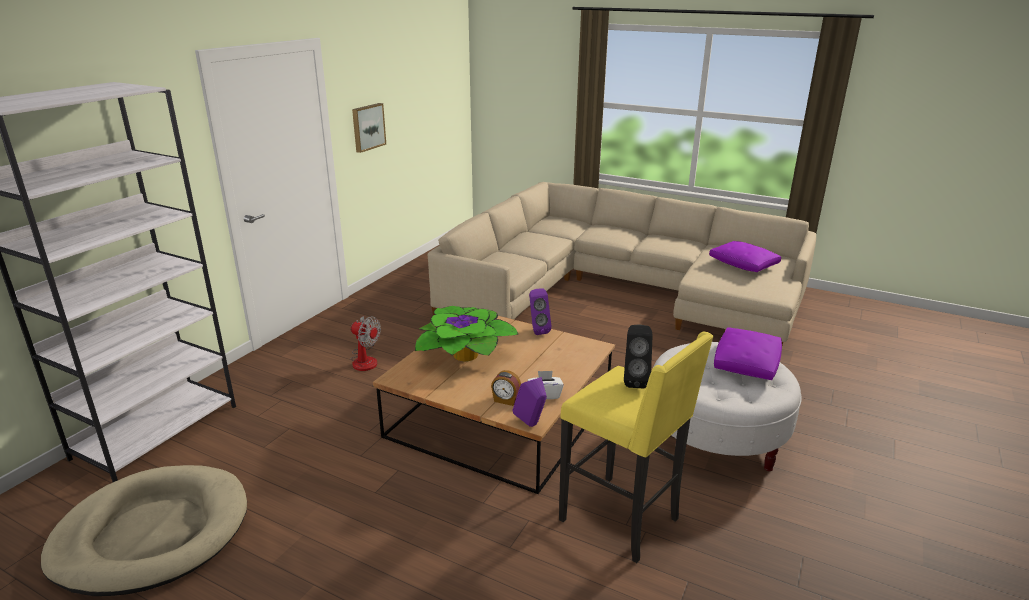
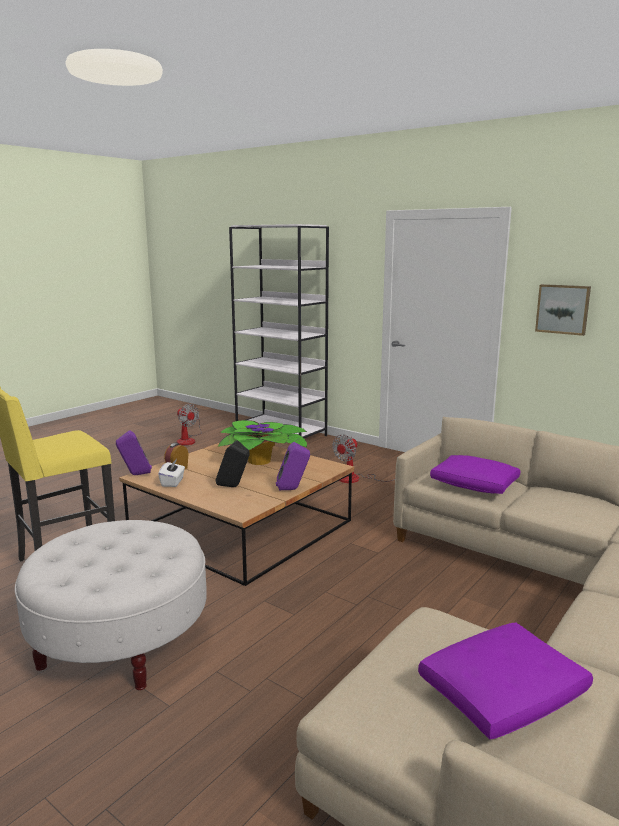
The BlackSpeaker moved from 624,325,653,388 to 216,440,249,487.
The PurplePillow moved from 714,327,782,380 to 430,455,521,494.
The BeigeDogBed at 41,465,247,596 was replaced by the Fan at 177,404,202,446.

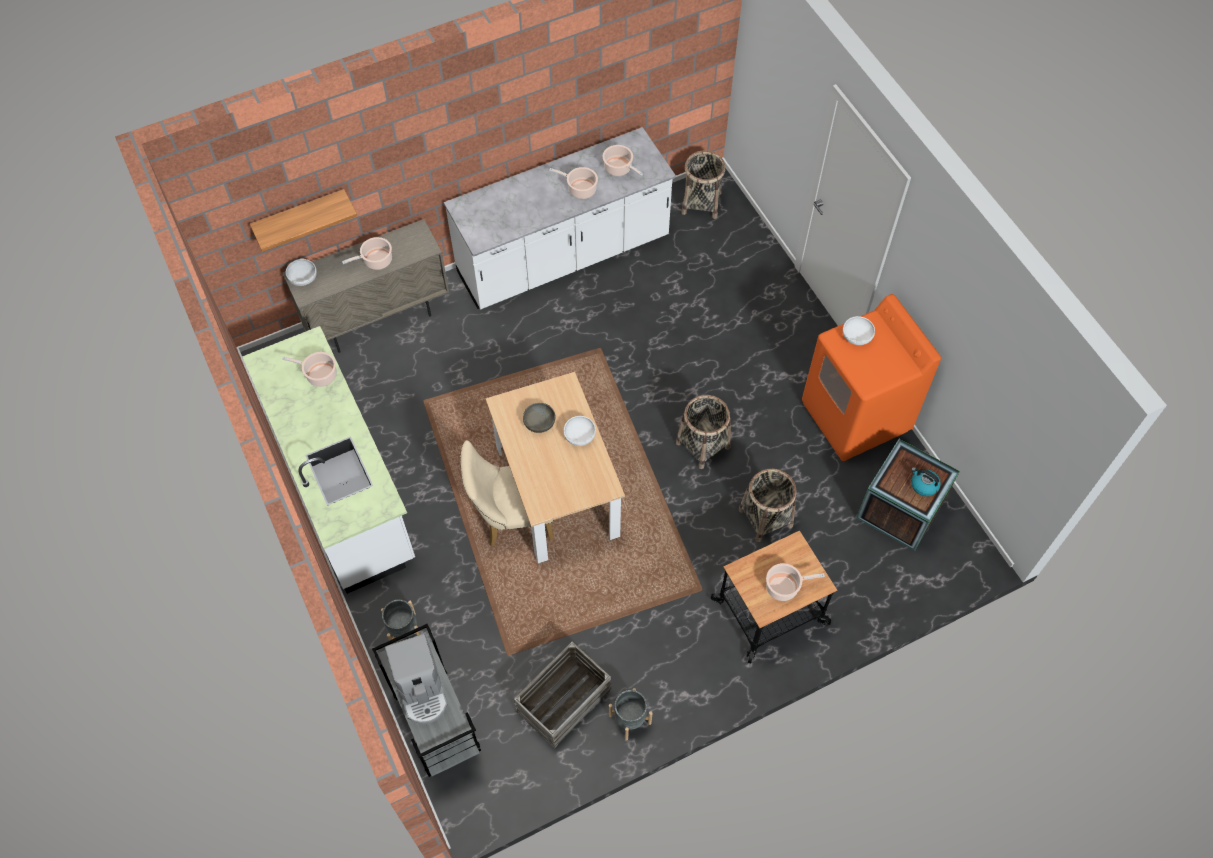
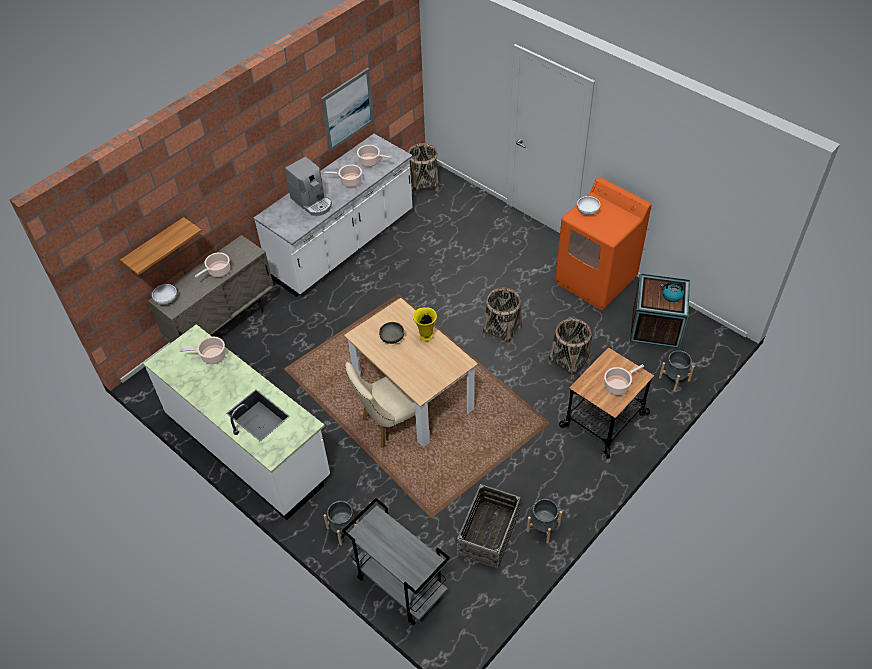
The WhiteBowl at 564,416,596,446 was replaced by the YellowVase at 413,307,437,341.
The CoffeeMachine moved from 385,634,448,724 to 285,157,332,216.
The Picture at 321,68,374,152 appeared.
The GreyPlanter at 659,350,695,392 appeared.

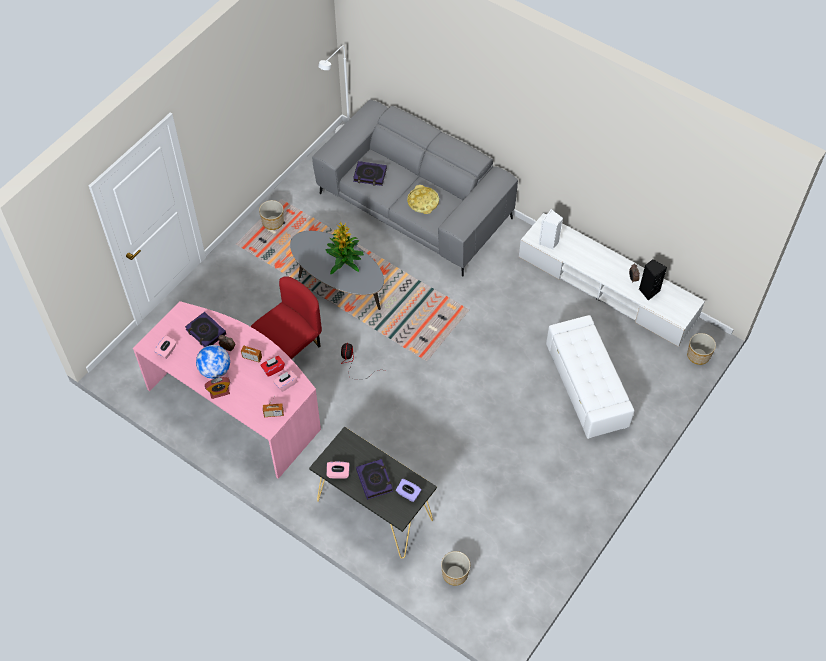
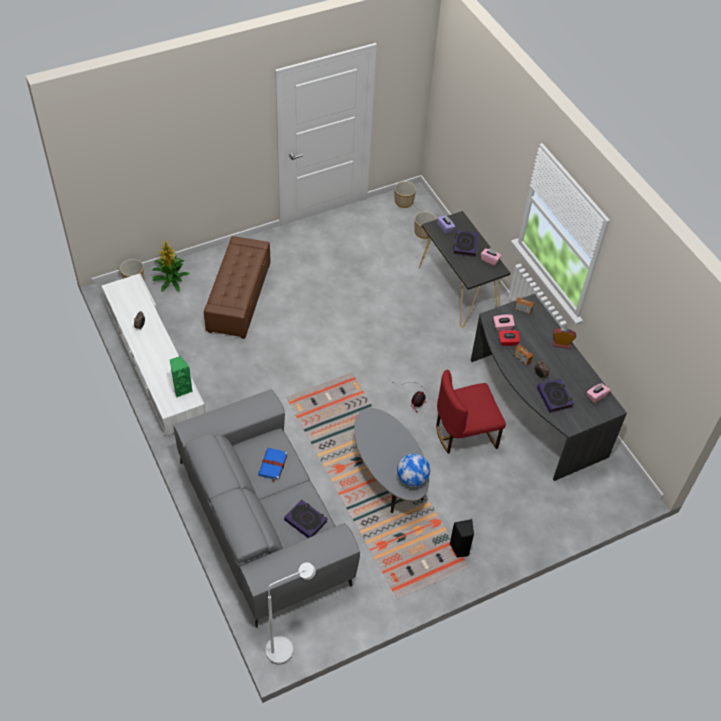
The YellowTray at 407,185,439,214 was replaced by the BlueBook at 258,448,288,482.
The Planter moved from 259,200,284,230 to 395,181,416,208.
The WhiteSpeaker at 539,209,563,250 became the GreenSpeaker at 170,356,193,398.
The PottedPlant moved from 325,221,364,275 to 152,240,190,292.
The BlackSpeaker moved from 639,259,667,301 to 450,519,474,558.
The PinkDesk at 133,301,321,479 became the GreyDesk at 471,294,627,481.
The WhiteOttoman at 546,315,634,439 became the BrownOttoman at 204,236,271,339.
The Globe moved from 196,345,230,379 to 397,453,430,487.

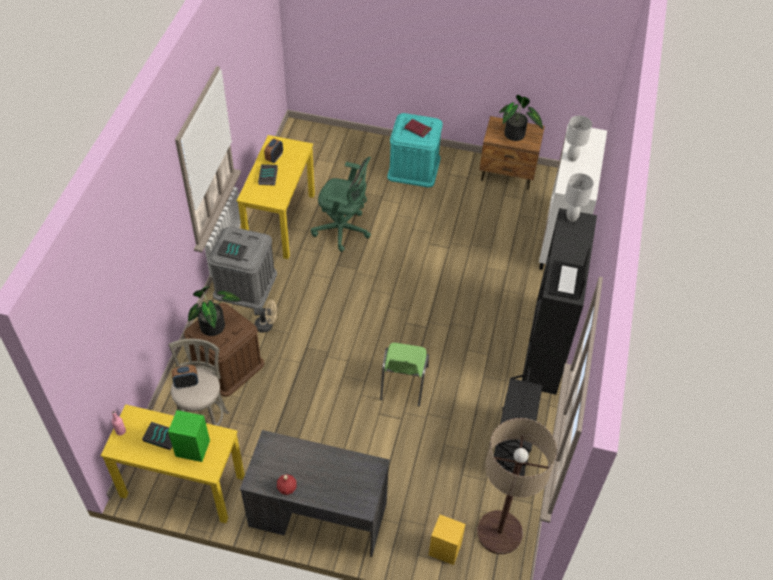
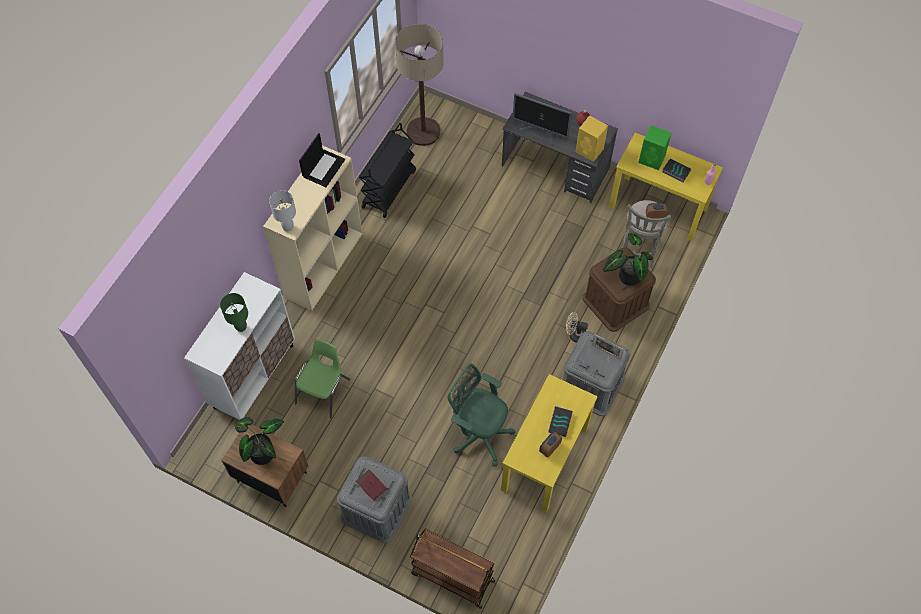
The TurquoiseStorageBox at 387,113,443,187 became the GreyStorageBox at 337,456,412,543.
The WhiteTableLamp at 566,116,592,161 became the GreenTableLamp at 220,293,248,332.
The BlackBookcase at 522,208,597,395 became the BeigeBookcase at 263,145,362,311.
The Book at 217,240,248,262 was replaced by the PictureFrame at 592,334,624,360.
The GreenChair moved from 380,343,429,406 to 295,339,350,419.
The YellowSpeaker moved from 429,515,466,565 to 575,115,608,162.
The Monitor at 513,93,572,145 appeared.
The BrownCart at 410,528,495,609 appeared.

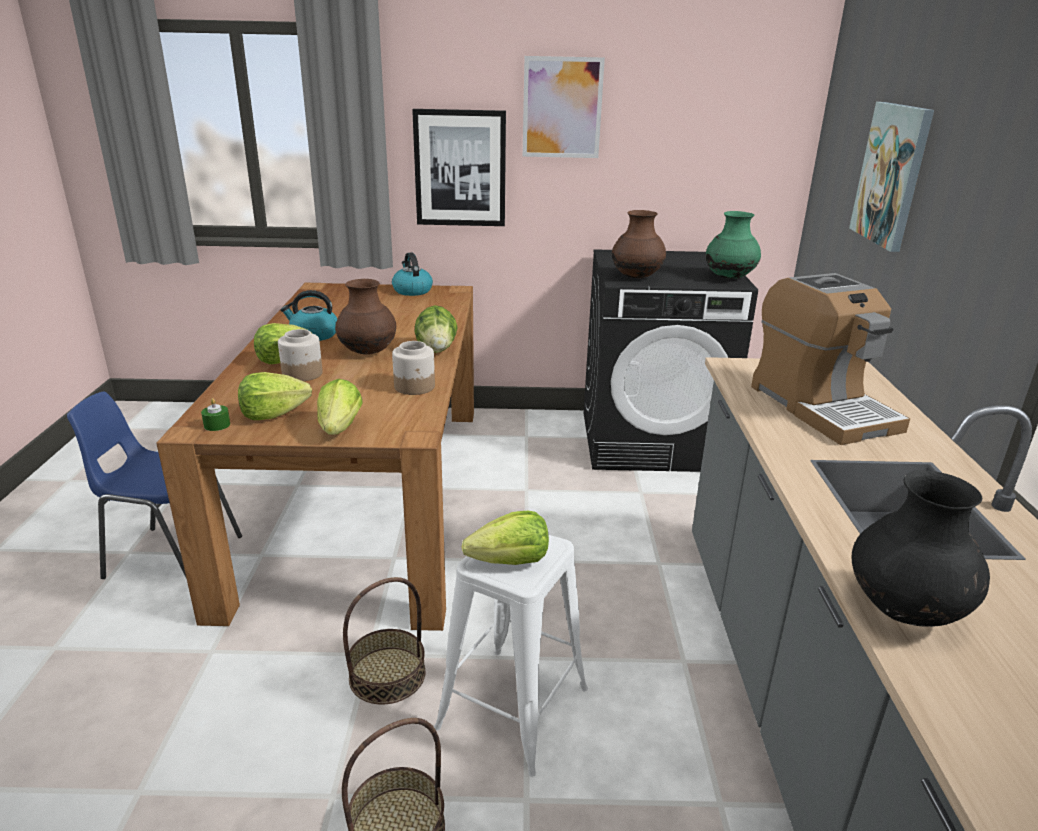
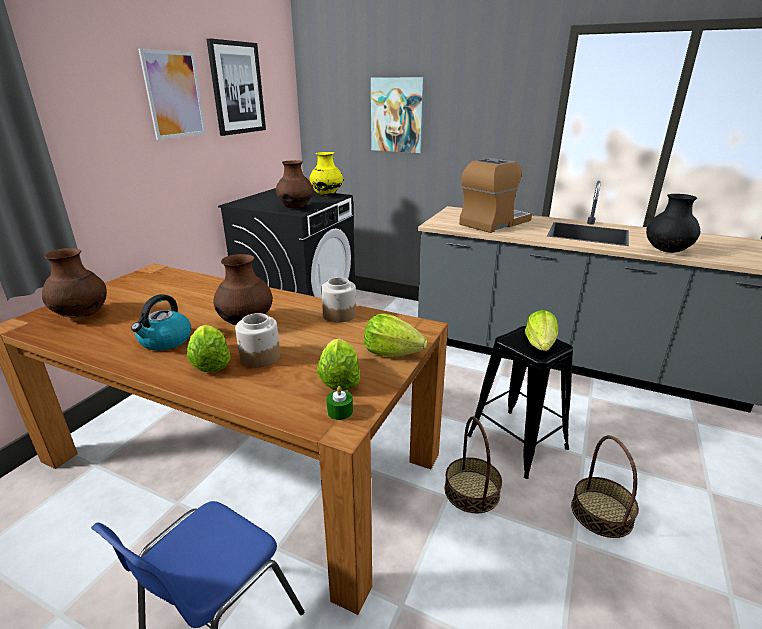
The Picture moved from 412,109,506,226 to 206,38,266,136.
The GreenVase at 706,211,761,279 became the YellowVase at 310,152,343,195.
The Kettle at 392,252,433,296 disappeared.
The CoffeeMachine at 751,273,910,445 turned 45 degrees counterclockwise.
The Lettuce at 414,305,458,353 disappeared.
The WhiteStool at 434,535,588,777 became the BlackStool at 468,326,573,479.
The BrownVase at 42,248,107,318 appeared.

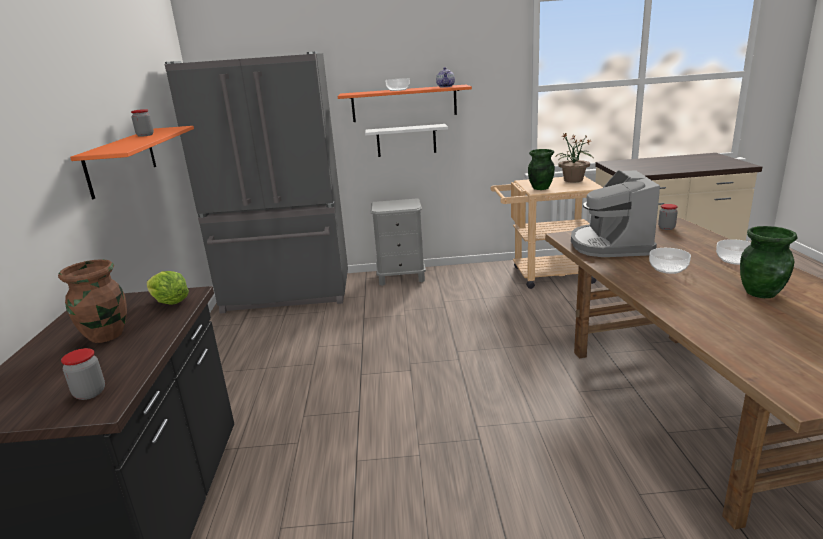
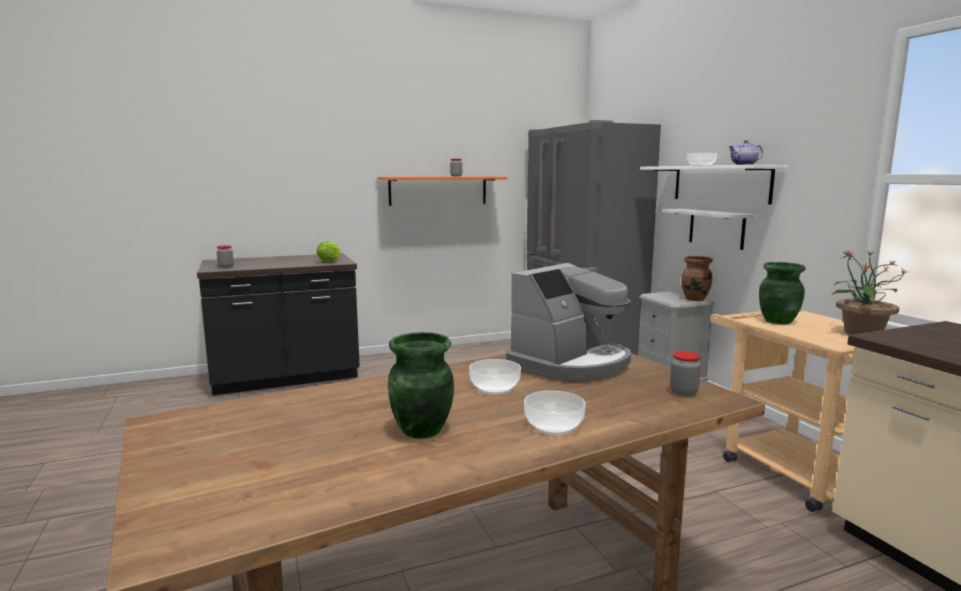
The OrangeShelf at 338,85,472,122 became the WhiteShelf at 640,165,788,204.
The CoffeeMachine at 571,170,660,257 turned 150 degrees clockwise.
The BrownVase moved from 58,259,127,343 to 681,256,713,301.

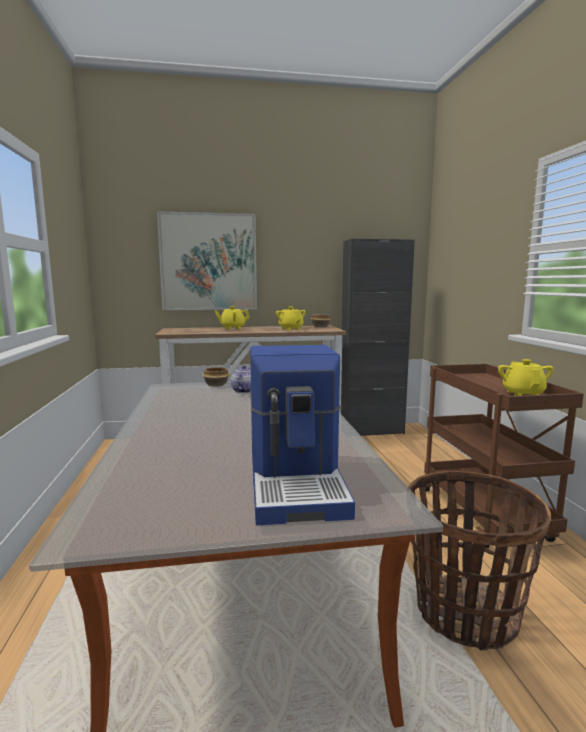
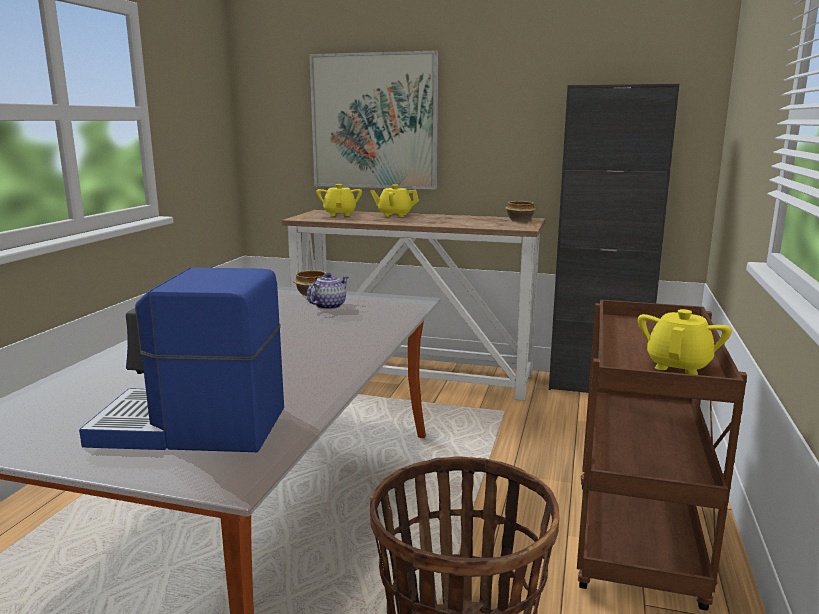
The YellowTeapot moved from 276,307,306,330 to 316,184,362,216.
The CoffeeMachine at 250,345,355,525 turned 75 degrees clockwise.

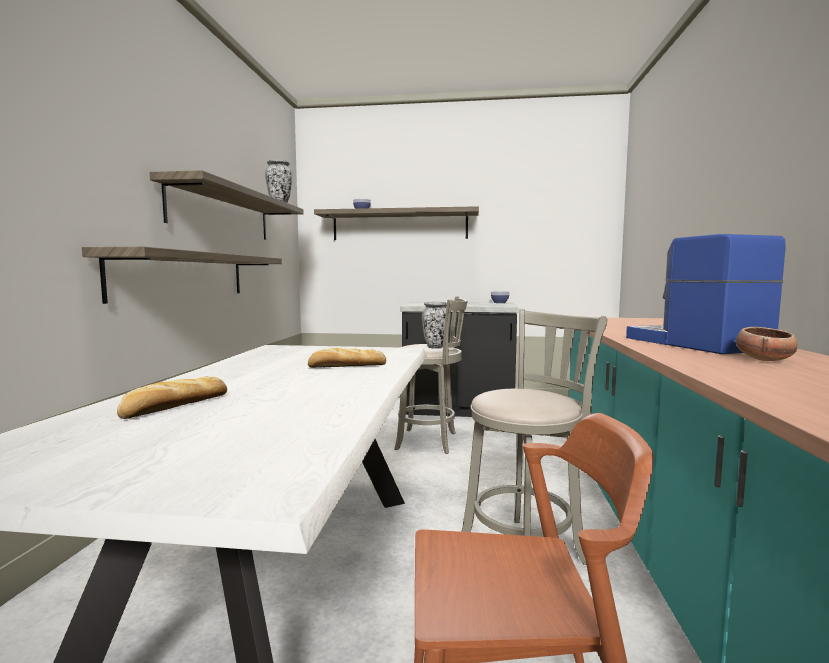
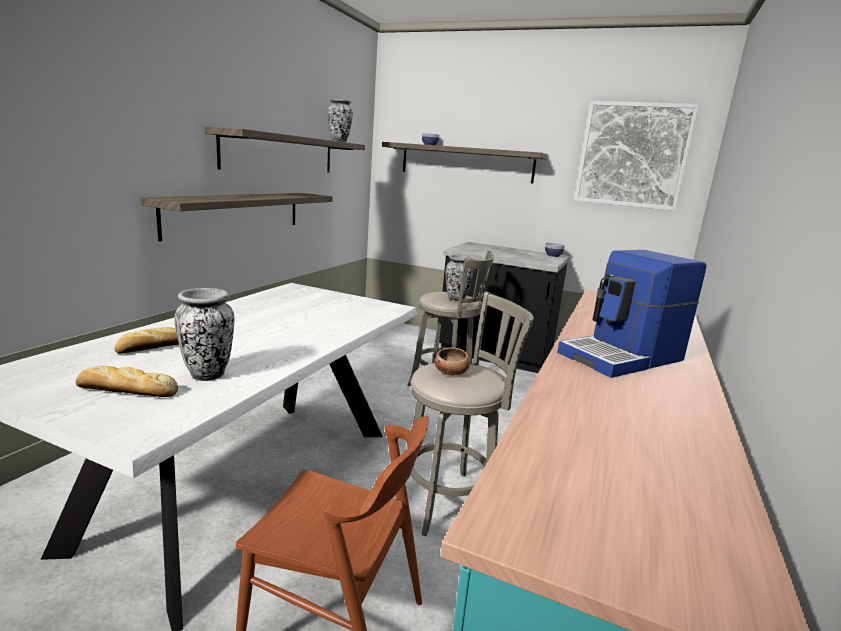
The CoffeeMachine at 626,234,786,354 turned 120 degrees counterclockwise.
The Bowl moved from 736,327,797,361 to 435,348,470,375.
The Bread moved from 308,348,386,368 to 76,366,178,397.
The Picture at 574,101,699,211 appeared.
The Vase at 174,288,234,381 appeared.

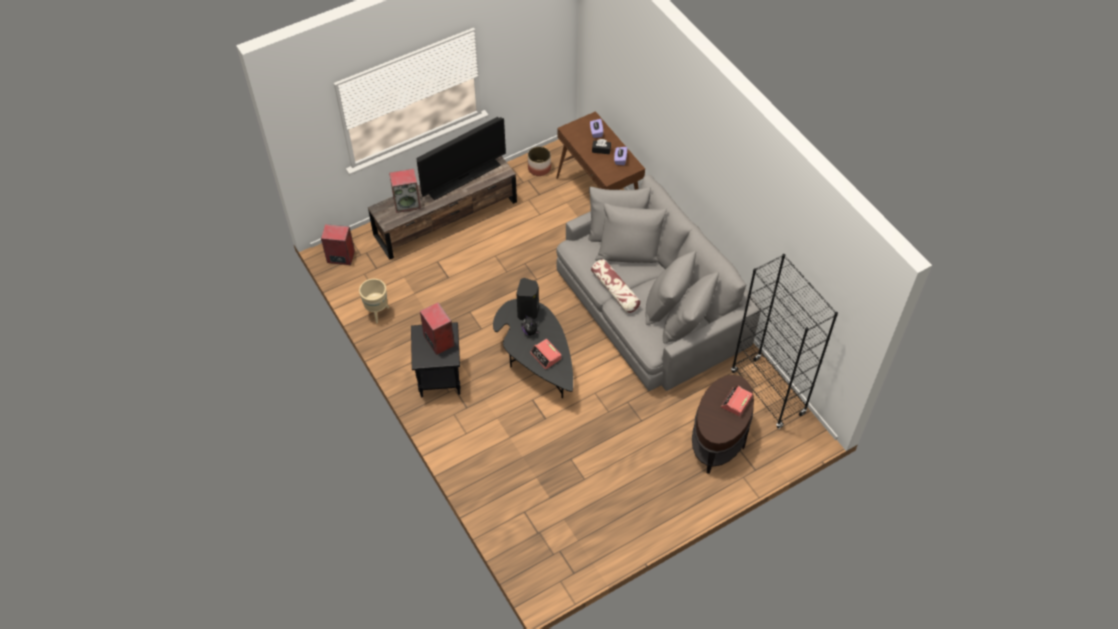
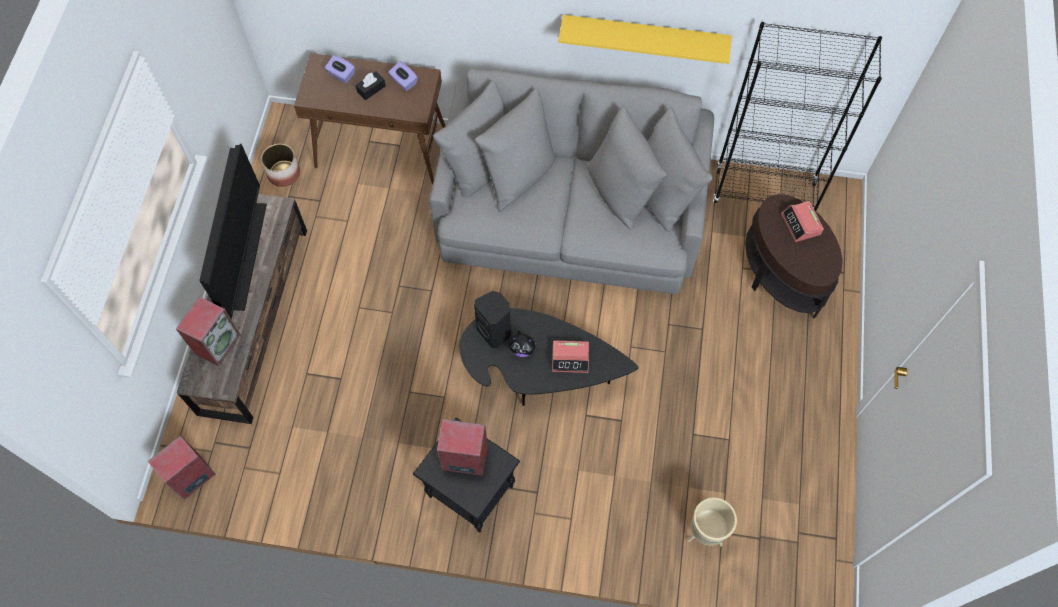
The Pillow at 591,259,641,313 disappeared.
The BeigePlanter moved from 359,279,389,323 to 687,497,737,546.
The YellowShelf at 558,15,732,64 appeared.

